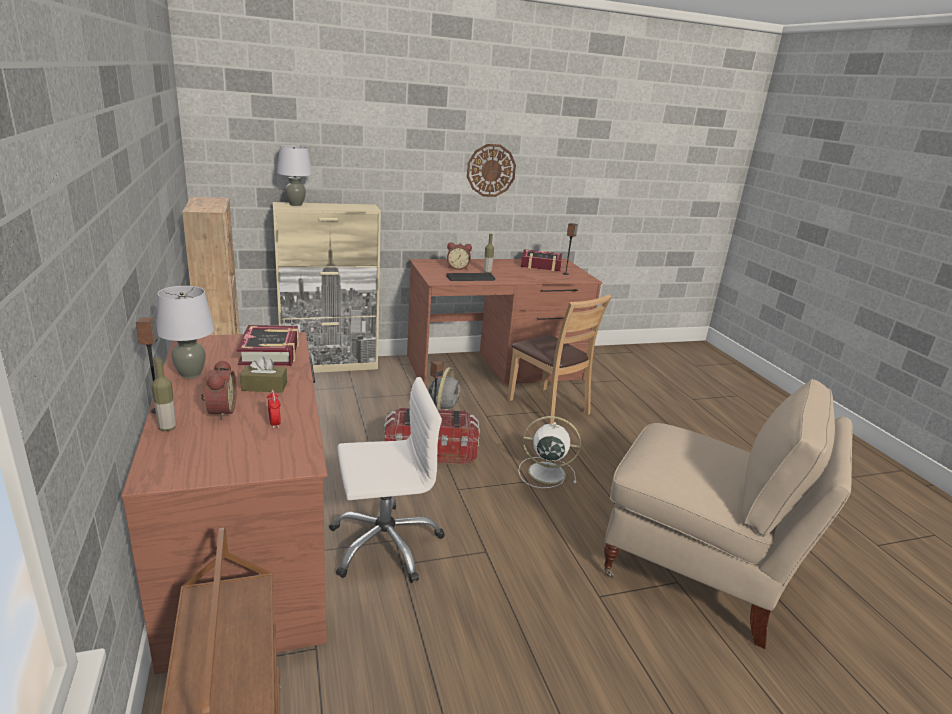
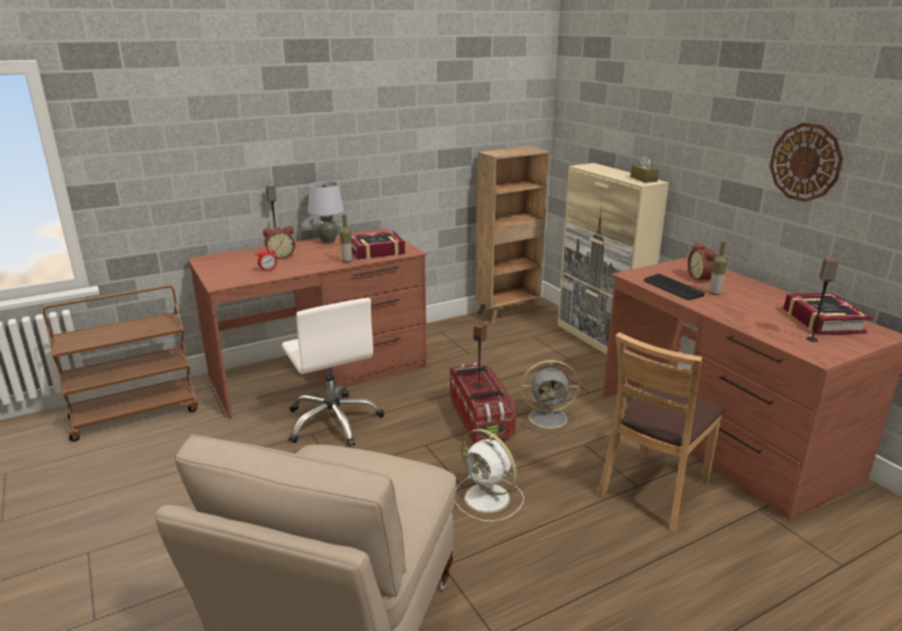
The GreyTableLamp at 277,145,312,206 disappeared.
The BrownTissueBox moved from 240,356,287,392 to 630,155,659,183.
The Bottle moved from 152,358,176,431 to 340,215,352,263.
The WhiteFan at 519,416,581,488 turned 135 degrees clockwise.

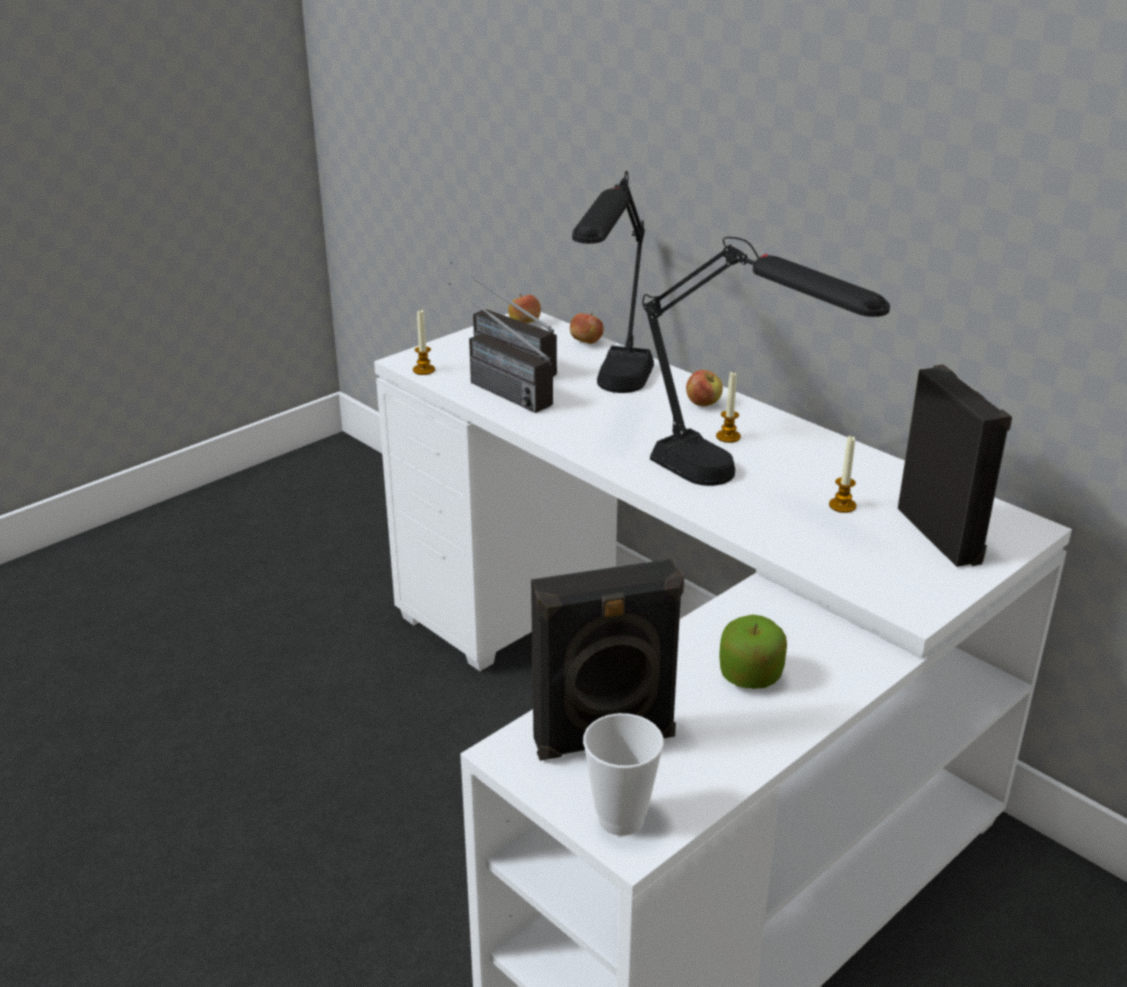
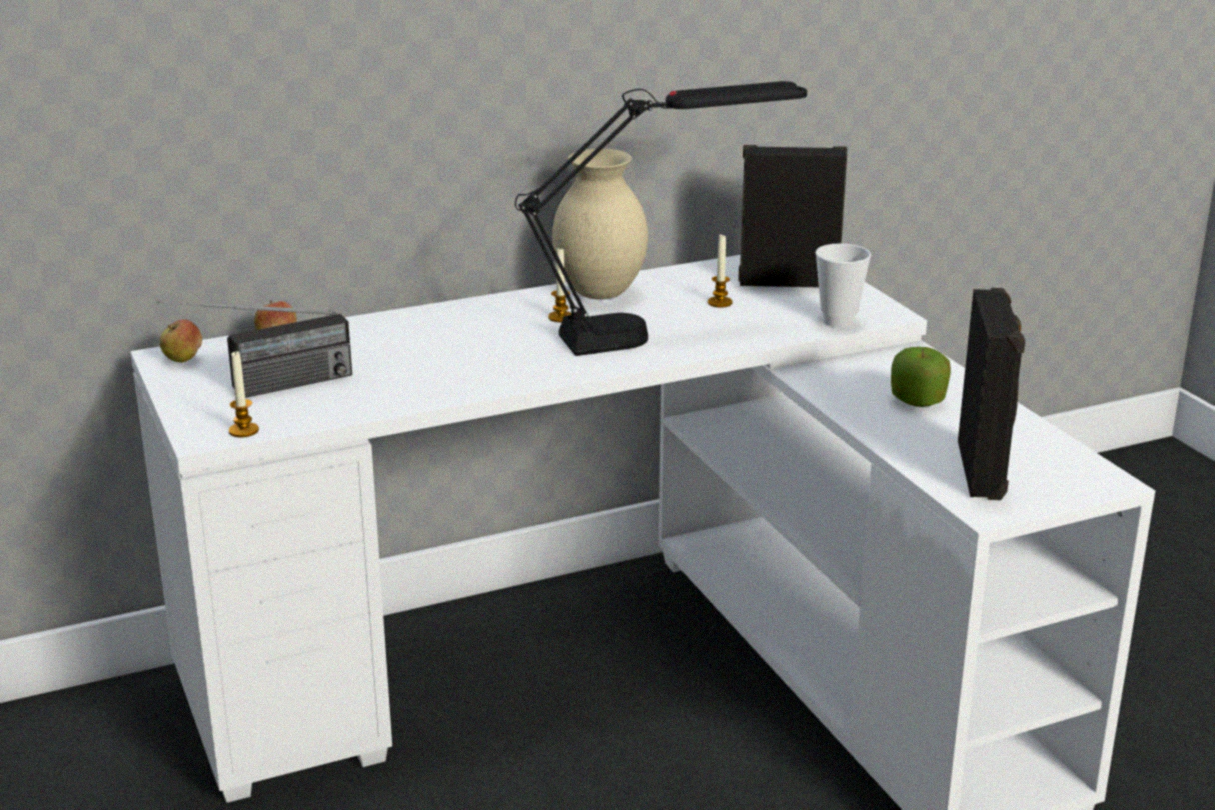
The BlackTableLamp at 572,171,654,393 disappeared.
The Radio at 449,283,553,413 disappeared.
The Apple at 686,370,723,406 disappeared.
The Cup moved from 583,713,664,836 to 816,243,871,328.
The BeigeVase at 552,149,648,299 appeared.

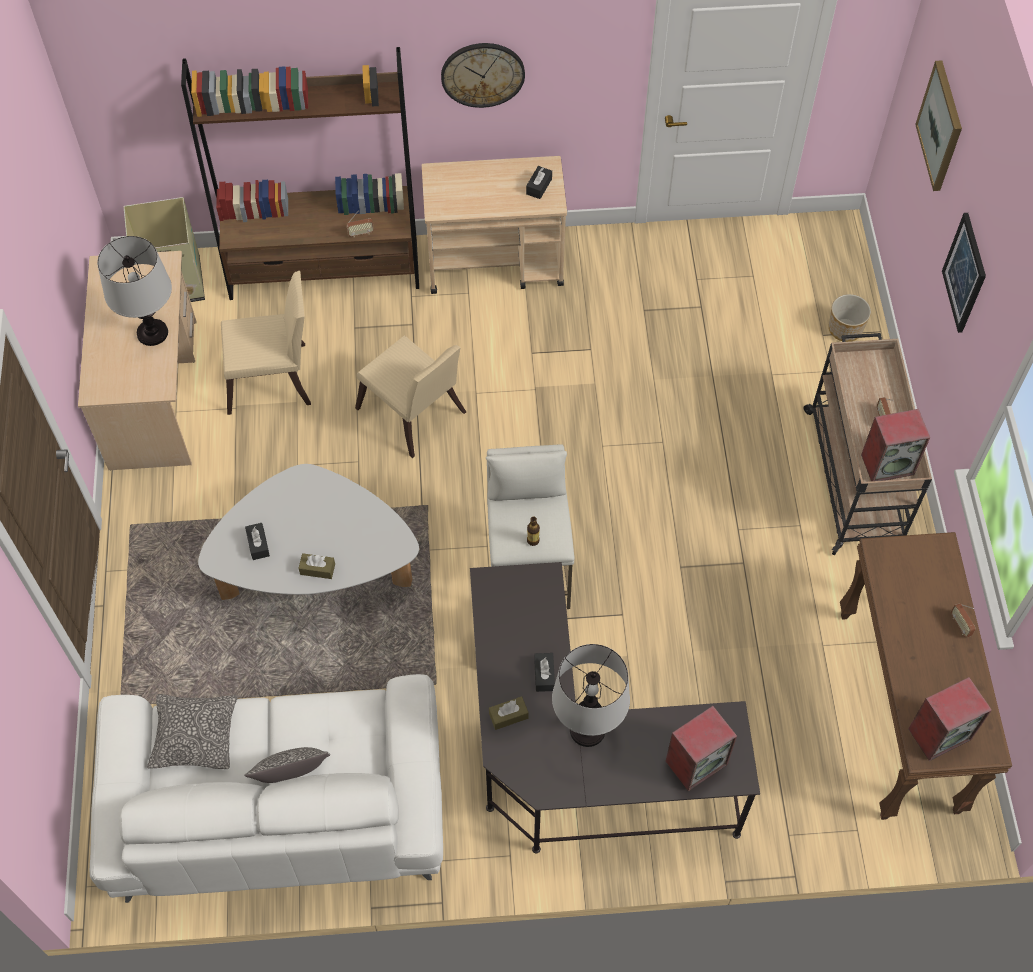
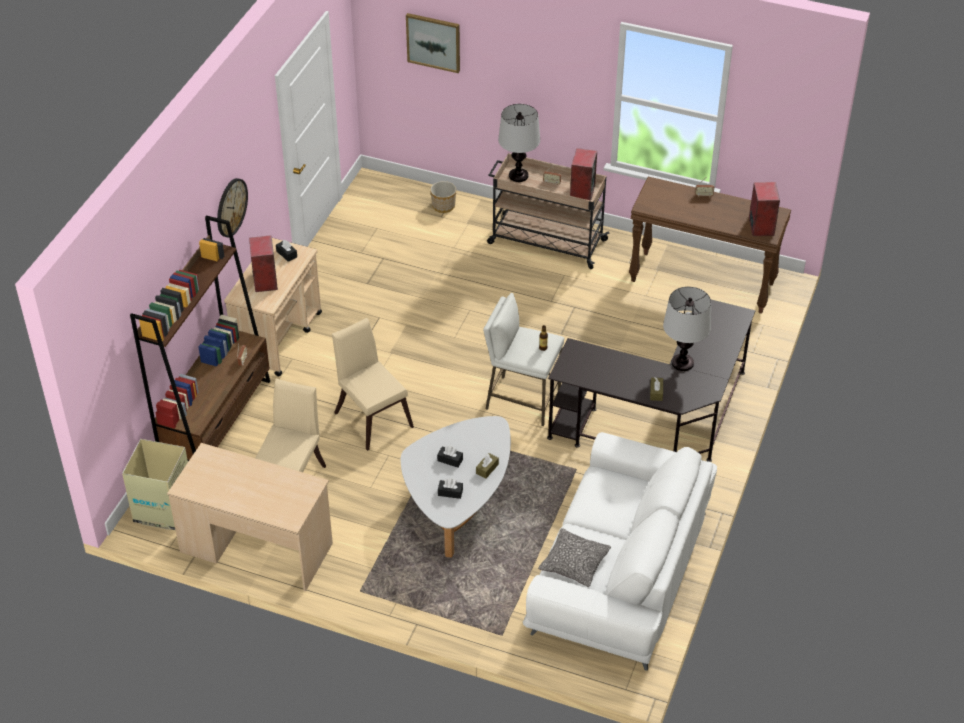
The Picture at 942,213,986,333 disappeared.
The TableLamp moved from 97,236,172,346 to 498,104,540,182.
The BeigeChair at 355,335,466,458 turned 105 degrees counterclockwise.
The BlackTissueBox moved from 534,653,555,692 to 437,446,463,467.
The Speaker moved from 665,706,737,791 to 249,235,278,292.
The Pillow at 244,747,330,783 disappeared.

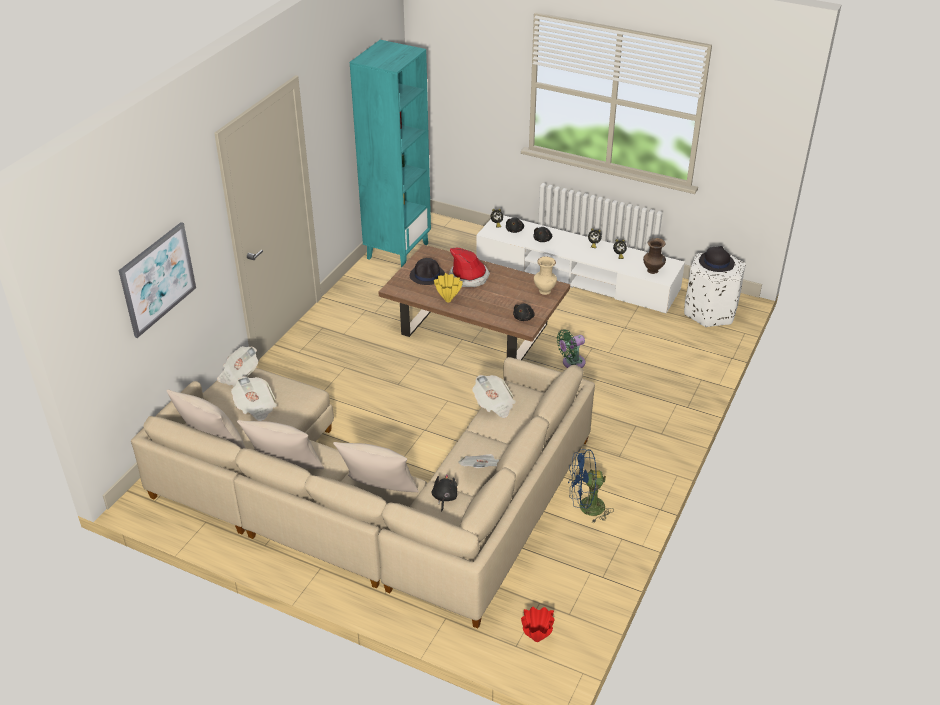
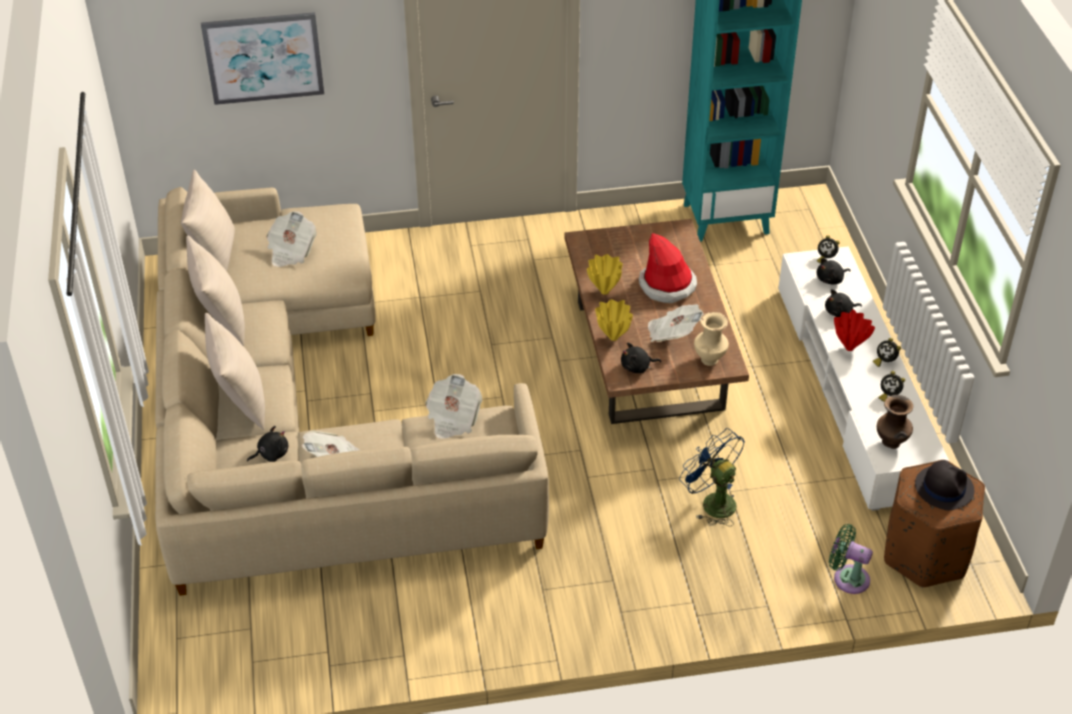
The WhiteOttoman at 684,253,745,327 became the BrownOttoman at 884,460,985,588.
The BlackHat at 410,258,445,285 disappeared.
The GreenFan moved from 557,329,586,368 to 829,524,873,594.
The Newspaper moved from 217,346,258,387 to 648,304,704,342.
The BlueFan moved from 568,449,614,524 to 679,428,745,526.
The RedVase moved from 521,607,555,642 to 834,309,875,351.
The YellowVase at 595,299,633,341 appeared.

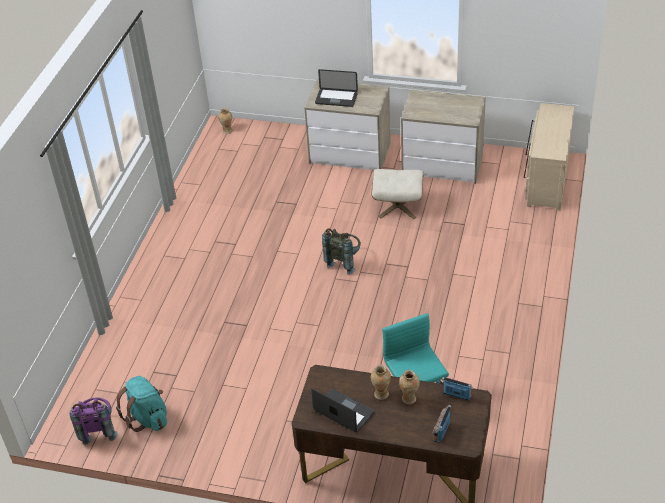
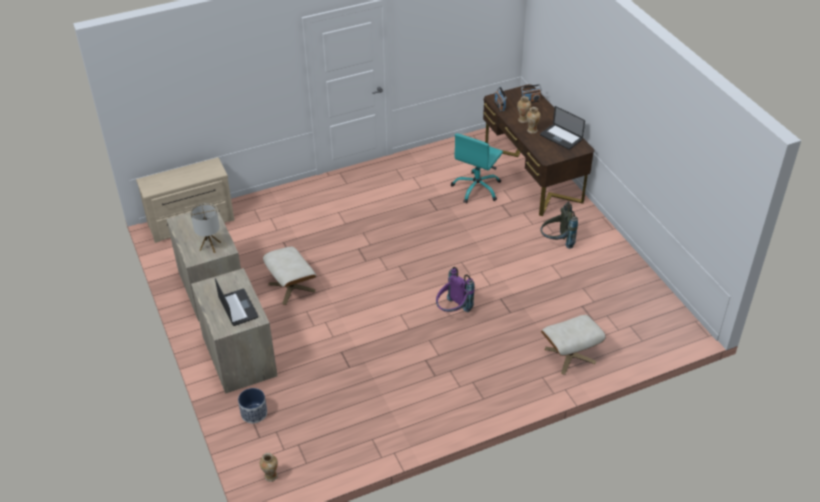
The GreyBackpack moved from 322,229,361,274 to 540,201,578,249.
The TurquoiseBackpack at 116,376,167,432 disappeared.
The Laptop at 311,388,375,433 turned 45 degrees counterclockwise.
The PurpleBackpack moved from 69,397,118,445 to 436,267,475,312.
The TableLamp at 191,203,221,253 appeared.
The BeigeOttoman at 541,315,606,375 appeared.
The Planter at 238,388,267,423 appeared.

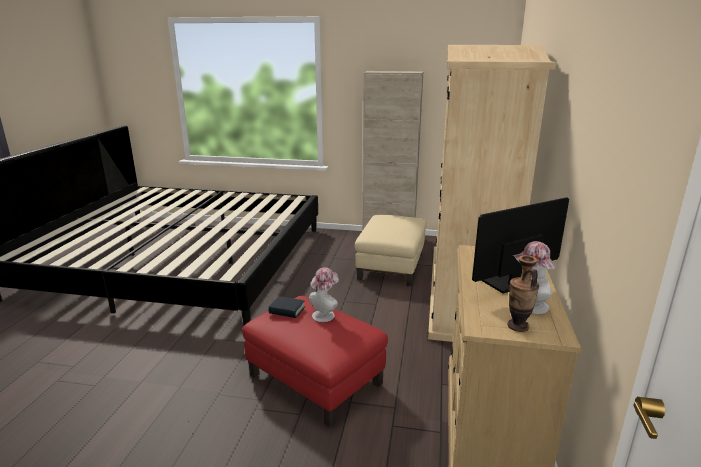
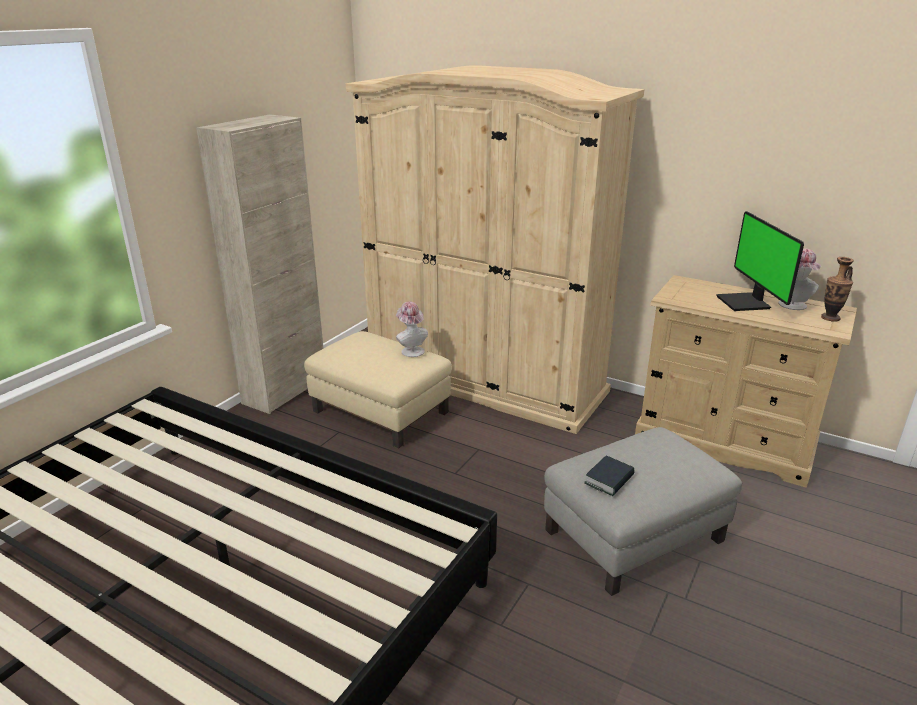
The Hat moved from 309,267,339,322 to 396,301,428,357.
The RedOttoman at 242,296,388,427 became the GreyOttoman at 544,427,742,596.

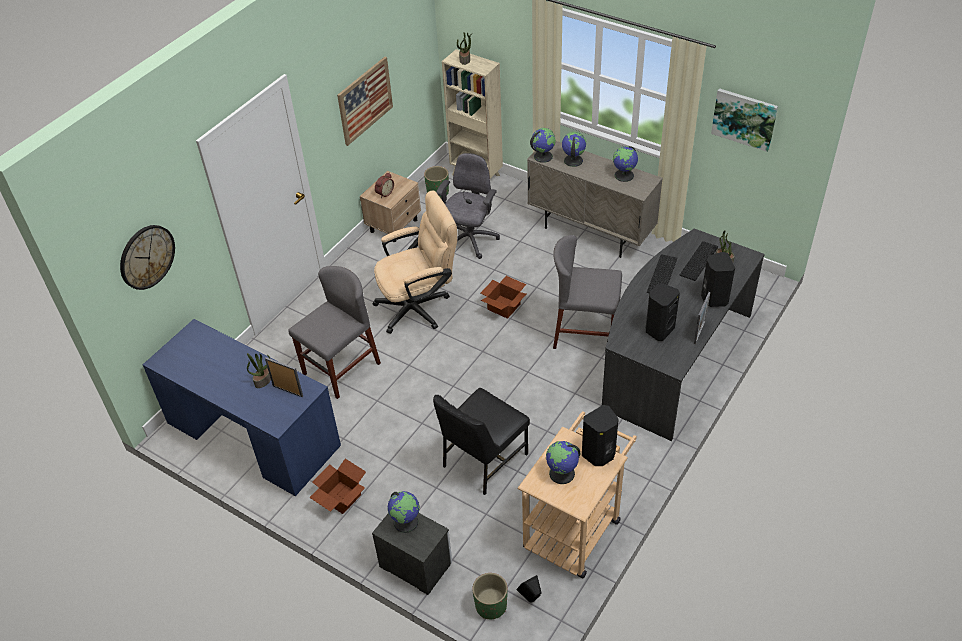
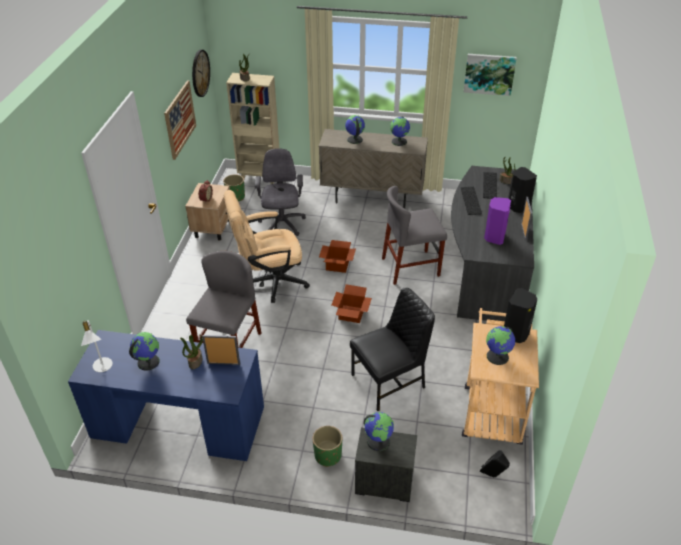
The Globe moved from 530,128,556,163 to 129,332,160,371.
The BeigeOfficeChair at 373,191,457,334 turned 150 degrees counterclockwise.
The WallClock moved from 120,225,175,290 to 192,50,210,97.
The BlackSpeaker at 646,284,680,341 became the PurpleSpeaker at 484,197,511,245.
The BlackChair at 433,388,530,495 turned 135 degrees counterclockwise.
The CardboardBox moved from 309,459,366,514 to 332,284,372,323.
The GreenPlanter moved from 472,573,508,619 to 313,426,342,467.
The WhiteTableLamp at 81,320,113,372 appeared.

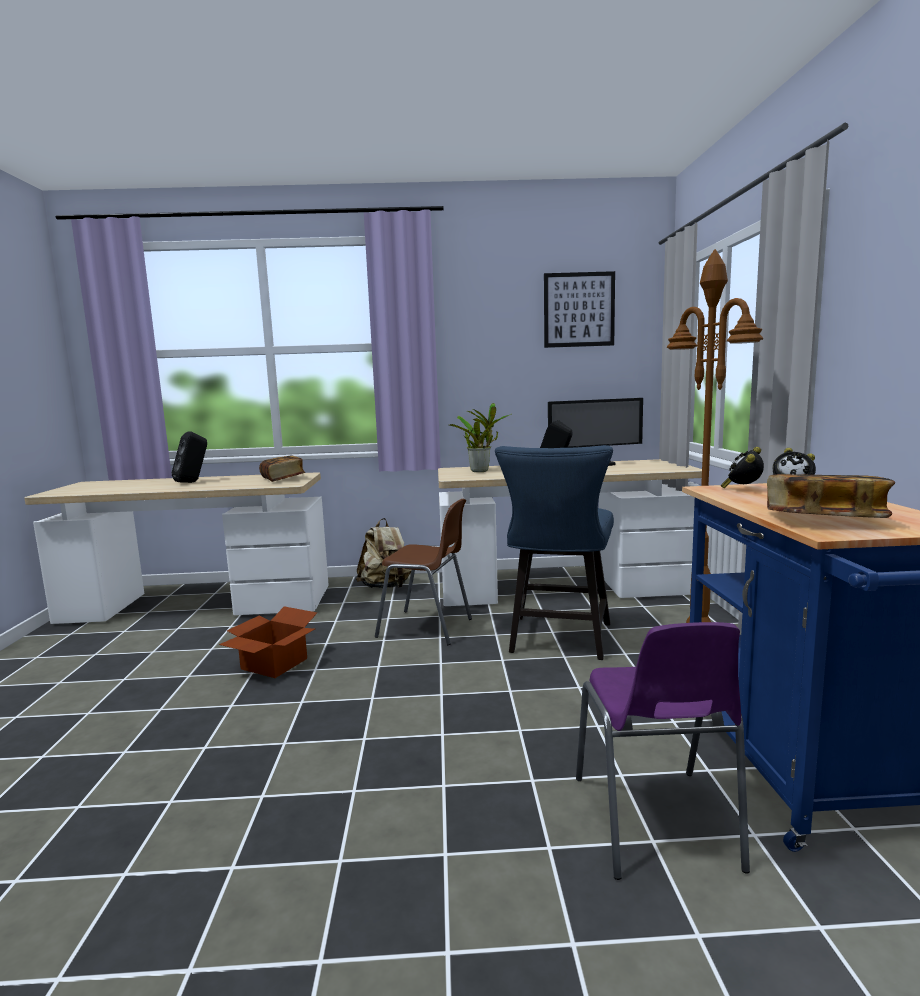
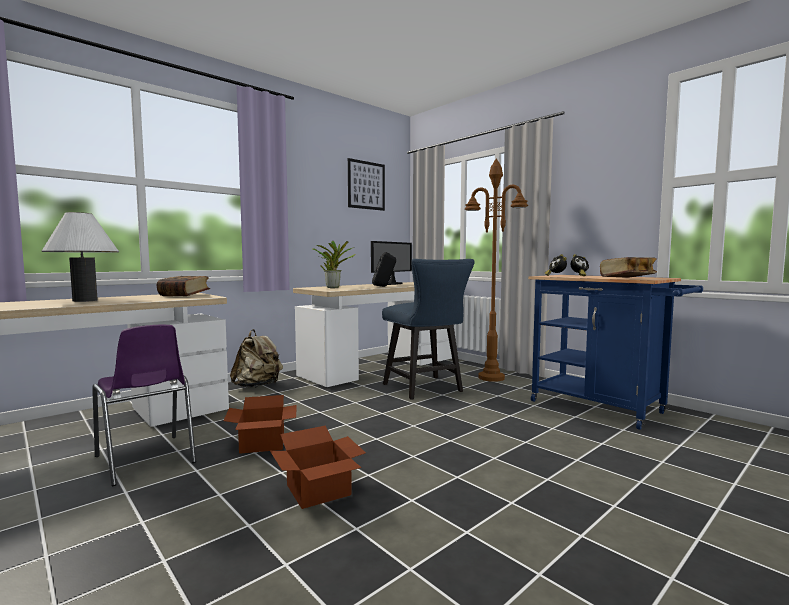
The BlackSpeaker at 172,431,207,483 was replaced by the WhiteTableLamp at 42,212,119,302.
The BrownChair at 375,499,472,645 disappeared.
The PurpleChair moved from 576,622,750,880 to 92,325,196,486.
The CardboardBox at 270,425,366,509 appeared.

